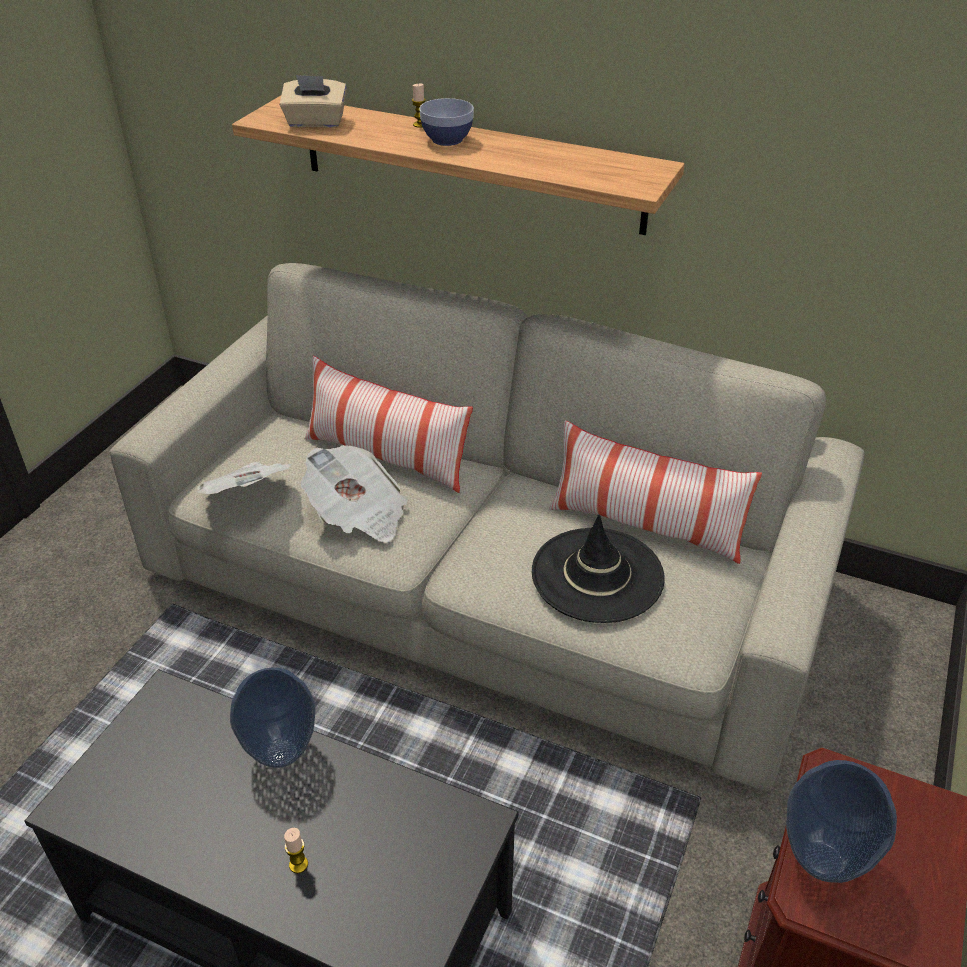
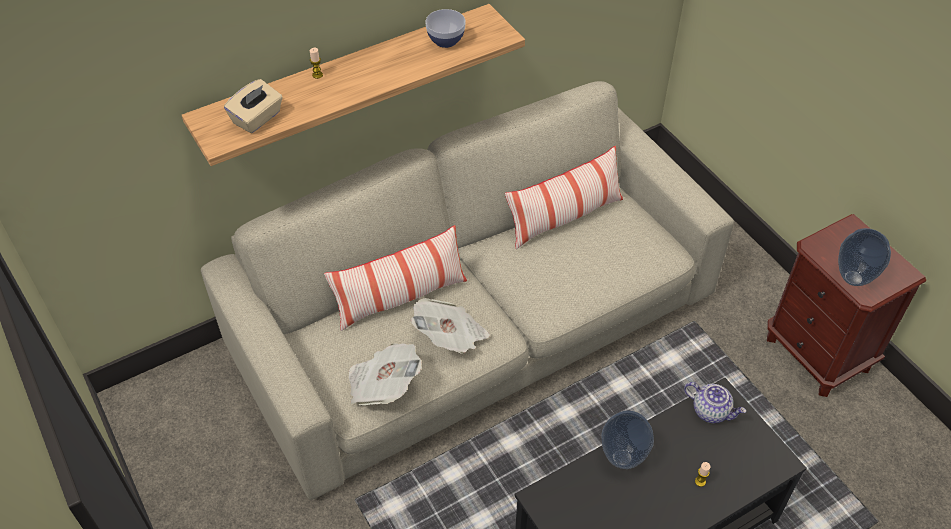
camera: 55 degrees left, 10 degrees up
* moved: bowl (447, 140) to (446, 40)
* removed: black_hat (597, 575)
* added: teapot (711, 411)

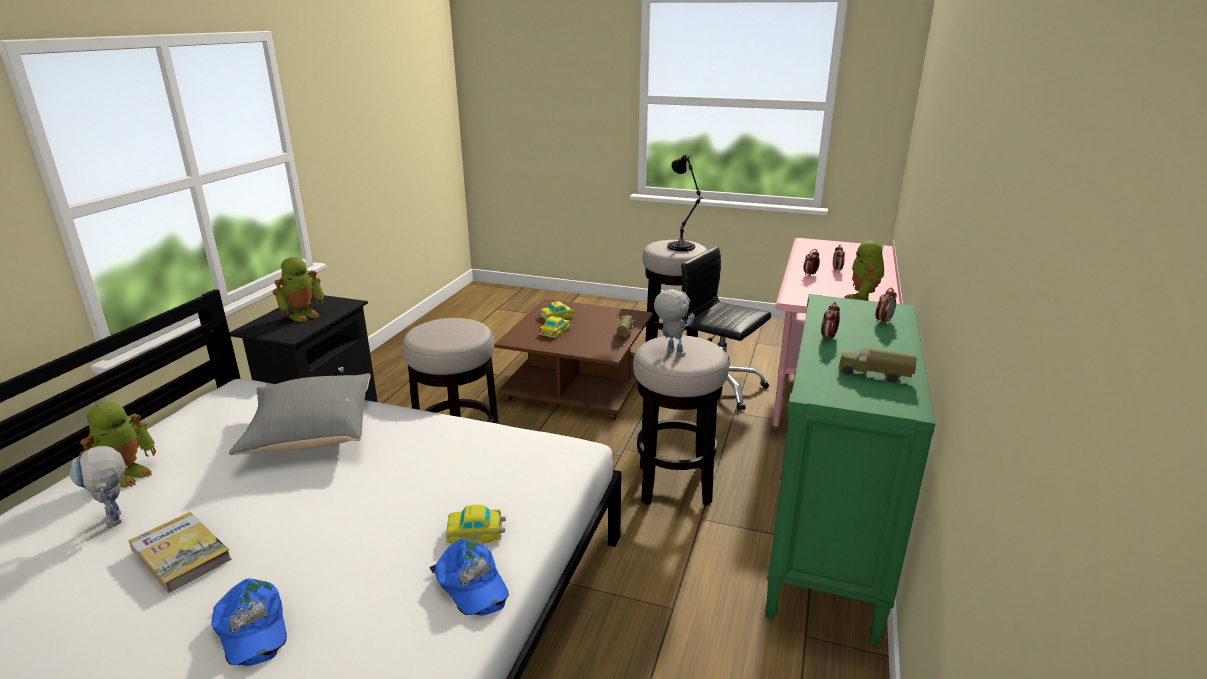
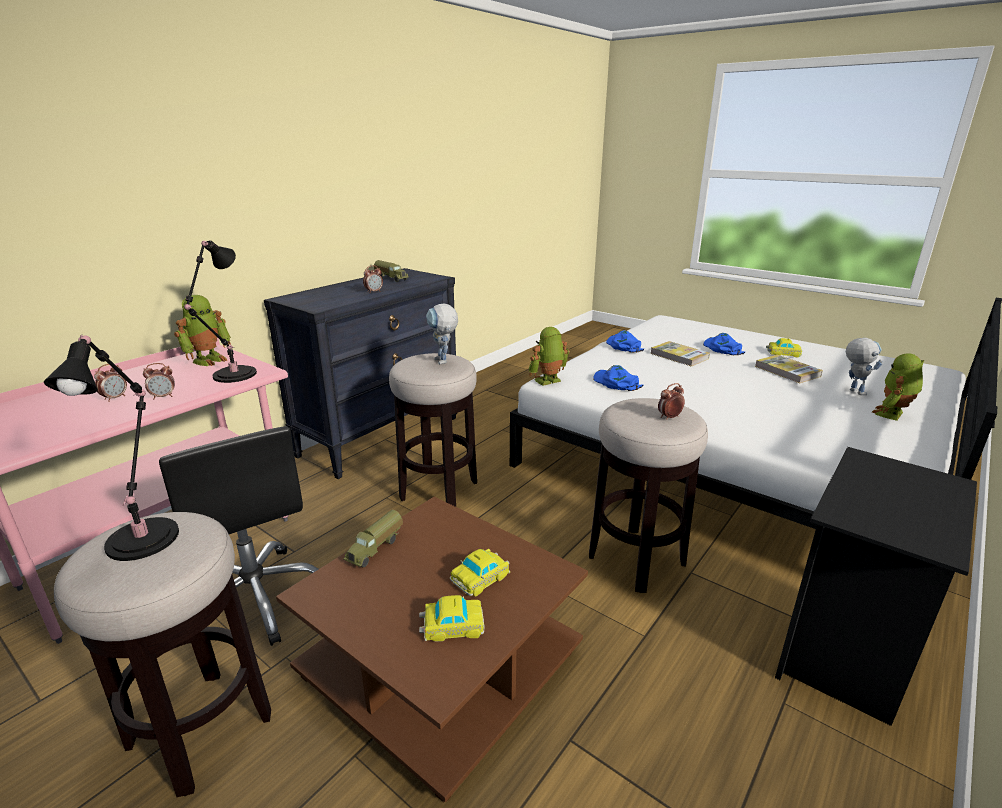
camera: 160 degrees left, 0 degrees up
* removed: grey_pillow (311, 433)
* moved: toy_robot (303, 315) to (548, 381)
* moved: toy_car (476, 532) to (783, 353)
* recoloured: green_dresser (827, 547) to black_dresser (380, 435)
* moved: alarm_clock (883, 321) to (669, 417)
* added: black_table_lamp (232, 376)
* added: blue_cap (616, 383)
* added: book (679, 356)

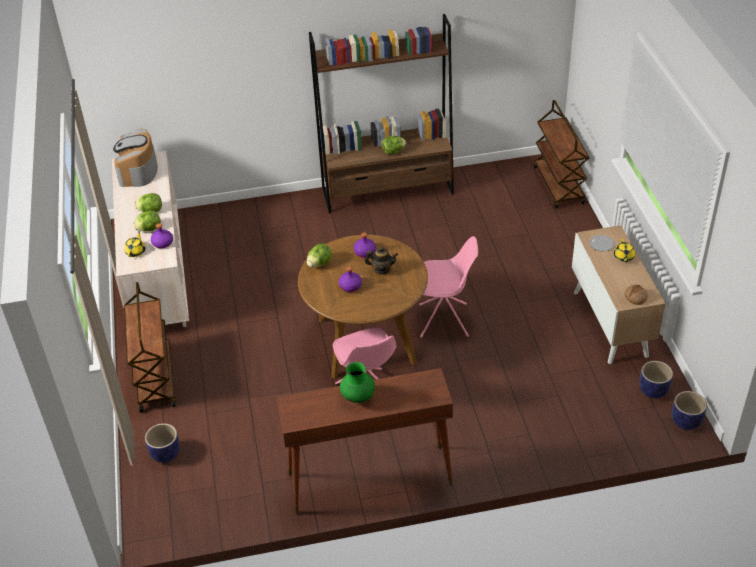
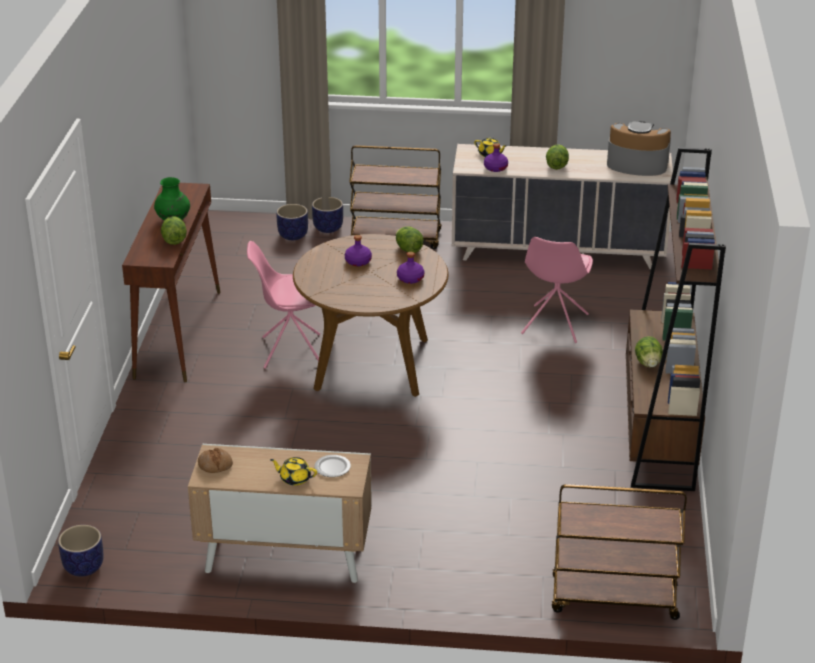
camera: 105 degrees right, 10 degrees down
* moved: lettuce (149, 229) to (174, 240)
* removed: teapot (382, 270)
* moved: pink_chair (445, 320) to (554, 325)
* moved: planter (653, 390) to (327, 228)

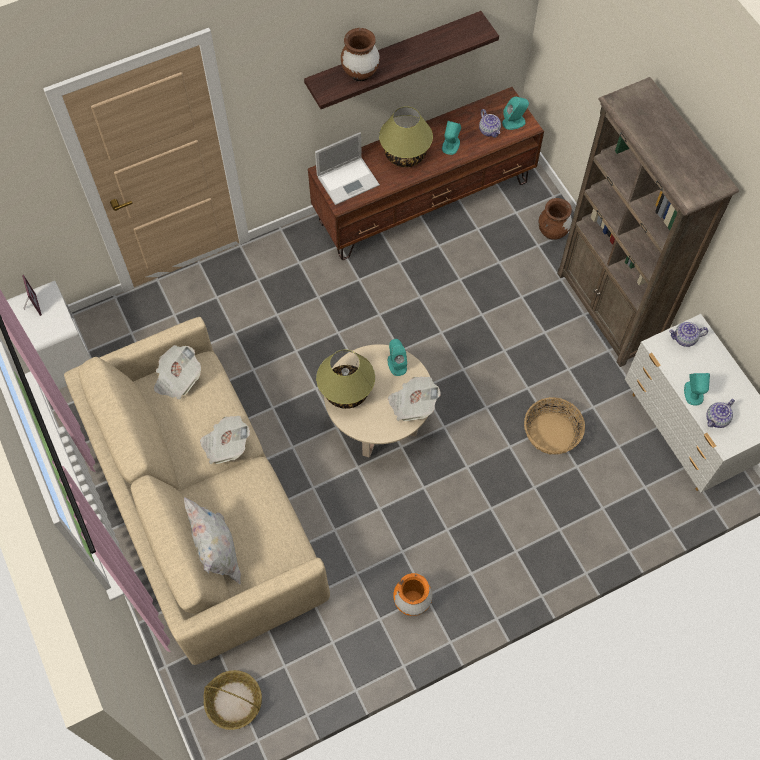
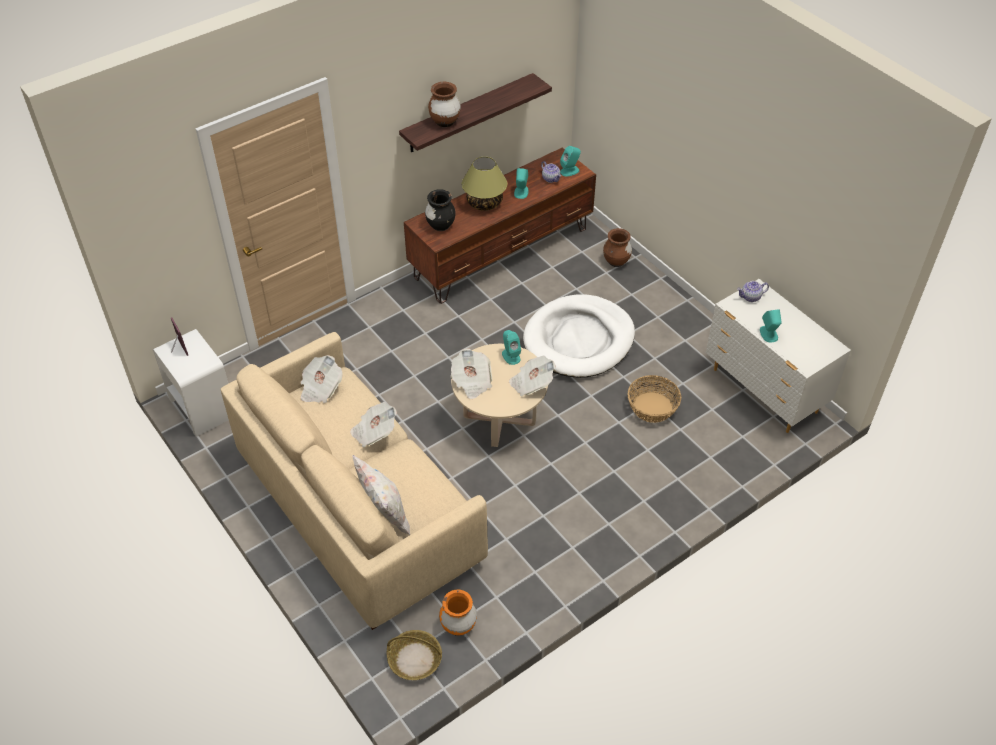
camera: 10 degrees left, 15 degrees down
* replaced: laptop (349, 180) to black_vase (440, 226)
* replaced: table_lamp (347, 391) to newspaper (472, 382)
* moved: orange_vase (412, 601) to (458, 626)
* removed: brown_bookcase (608, 311)
* removed: teapot (717, 419)
* added: white_dog_bed (579, 340)

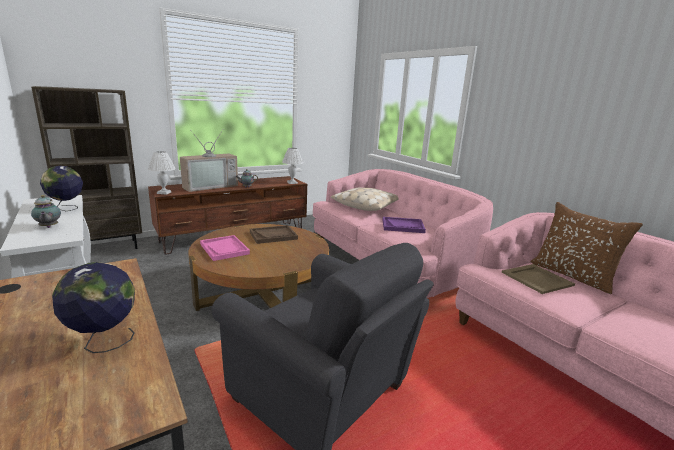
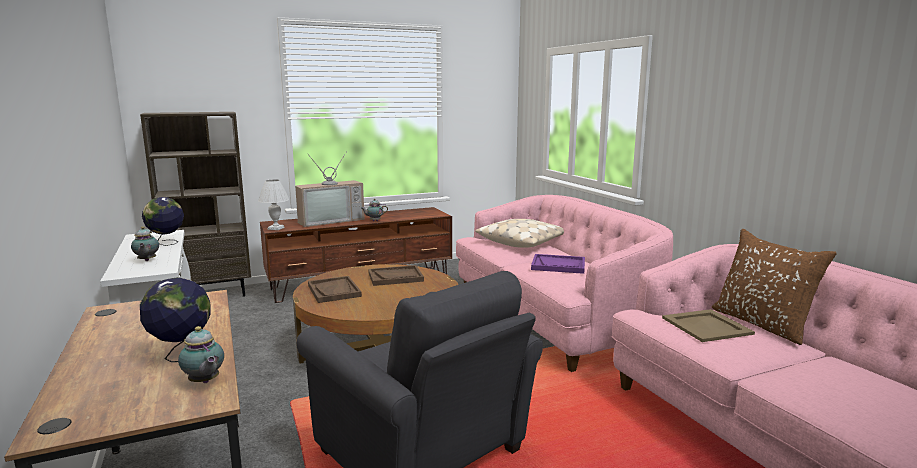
camera: 10 degrees right, 5 degrees down
* recoloured: pink_tray (224, 249) to brown_tray (334, 291)
* removed: white_table_lamp (292, 183)
* added: teapot (204, 382)

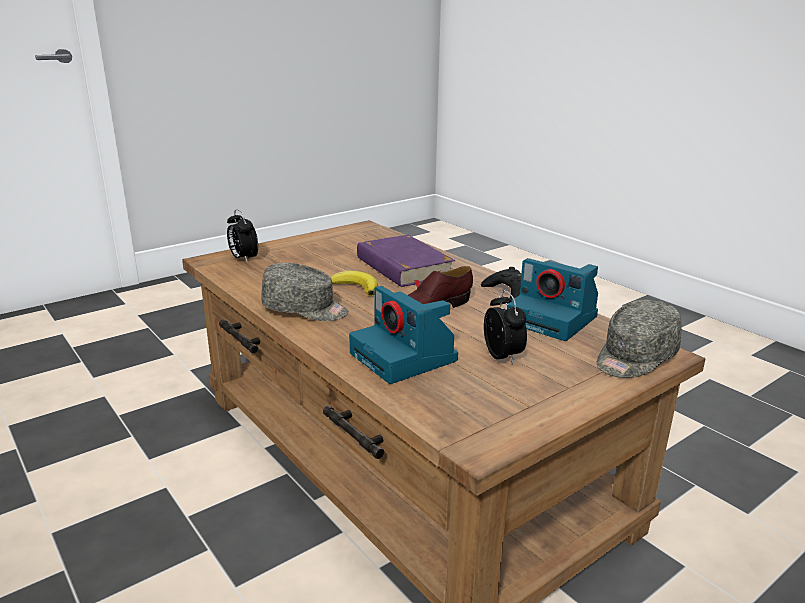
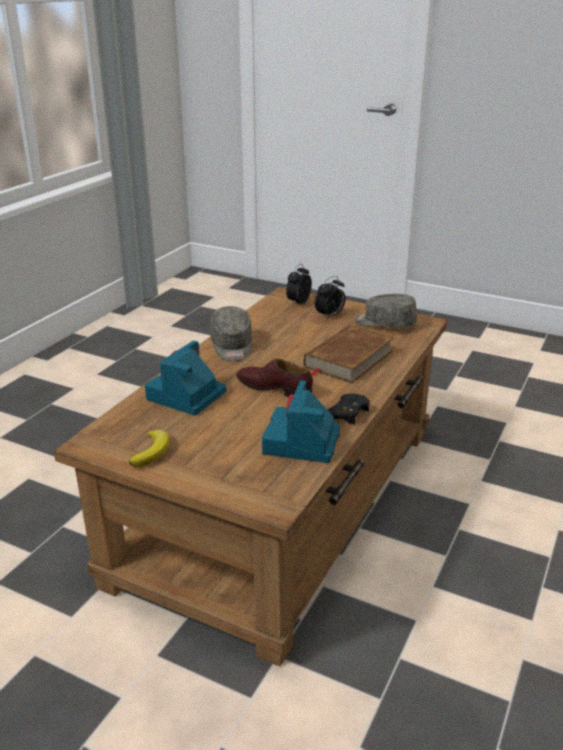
camera: 65 degrees right, 5 degrees up
* moved: banana (354, 287) to (152, 451)
* recoloured: purple_book (403, 267) to brown_book (348, 359)
* moved: alarm_clock (503, 357) to (330, 316)
* moved: grey_cap (634, 358) to (384, 323)

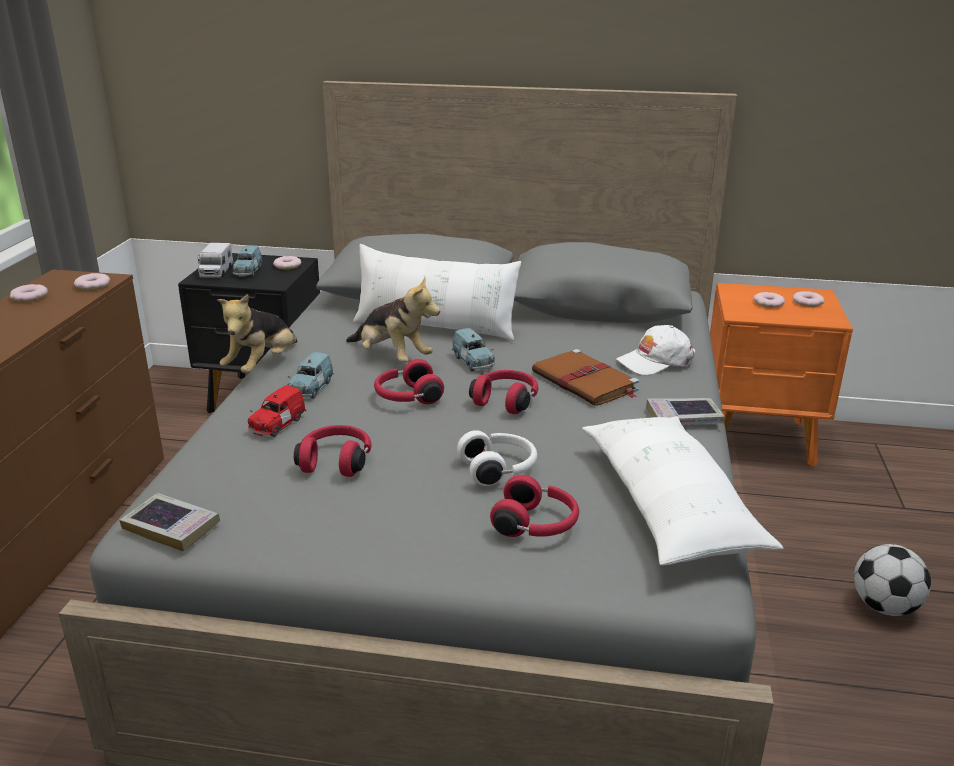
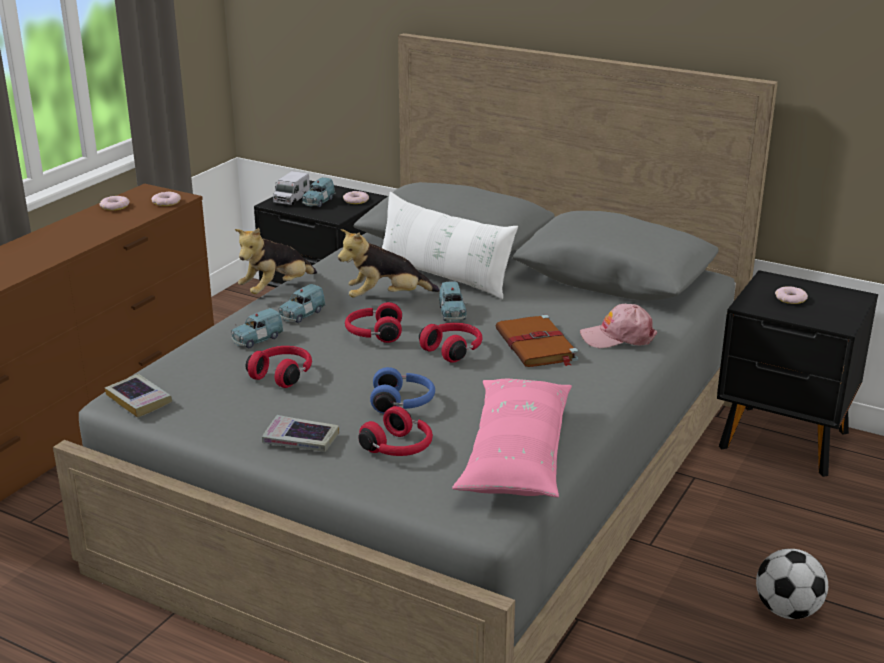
camera: 20 degrees right, 0 degrees up
* recoloured: red_toy_car (277, 425) to blue_toy_car (257, 339)
* turned: plush_toy (392, 357) = (386, 298) 105 degrees clockwise
* recoloured: white_headphones (499, 469) to blue_headphones (403, 403)
* recoloured: white_pillow (667, 505) to pink_pillow (516, 454)
* recoloured: white_cap (655, 361) to pink_cap (618, 337)
* moved: book (683, 418) to (300, 440)
* recoloured: orange_nightstand (759, 440) to black_nightstand (785, 441)
* removed: donut (807, 302)

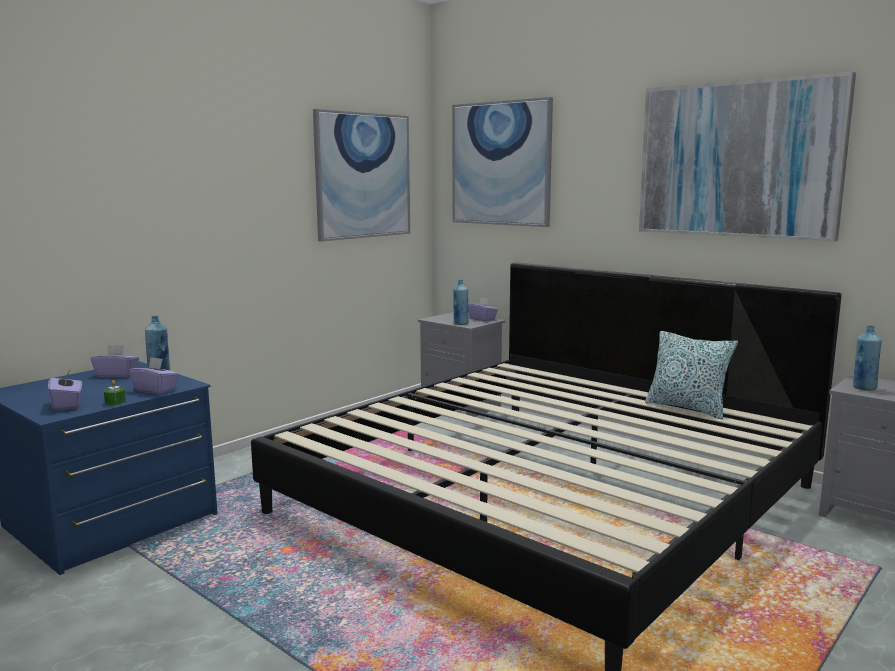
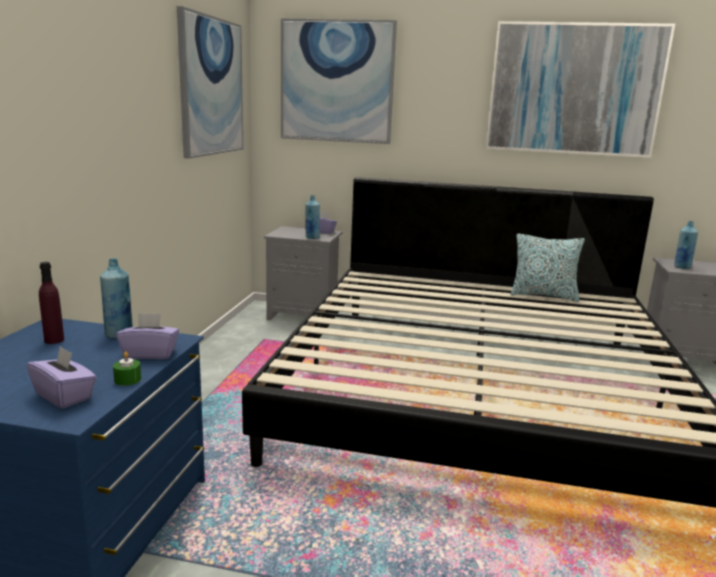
camera: 30 degrees left, 5 degrees up
* replaced: purple_tissue_box (117, 375) to purple_bottle (54, 340)

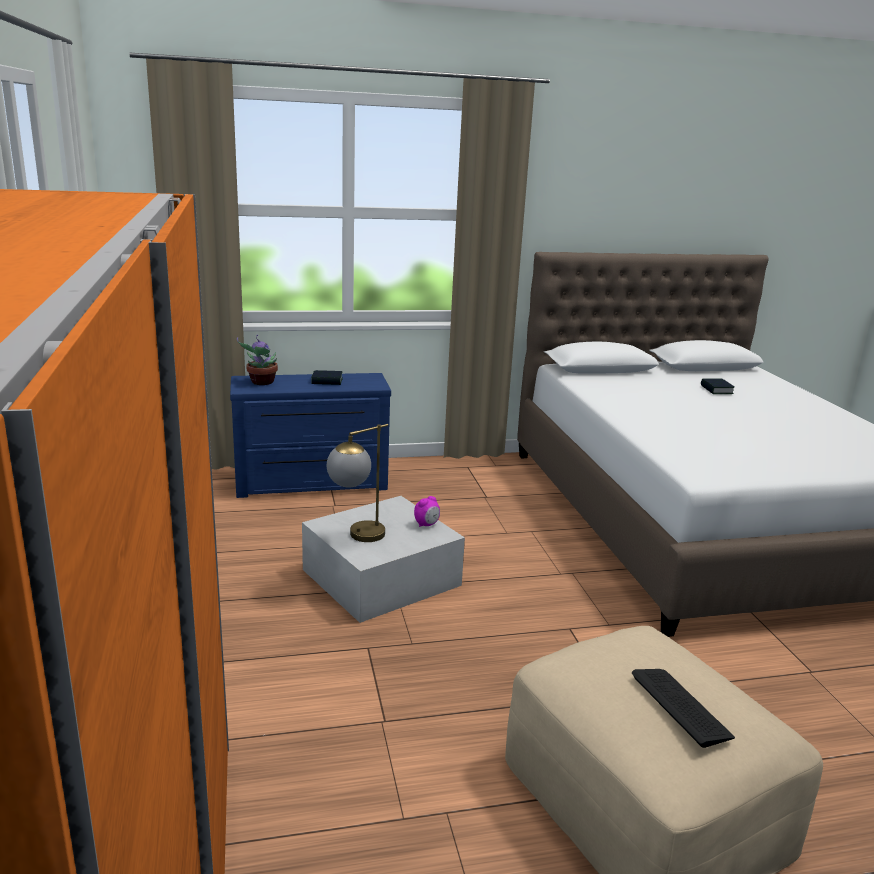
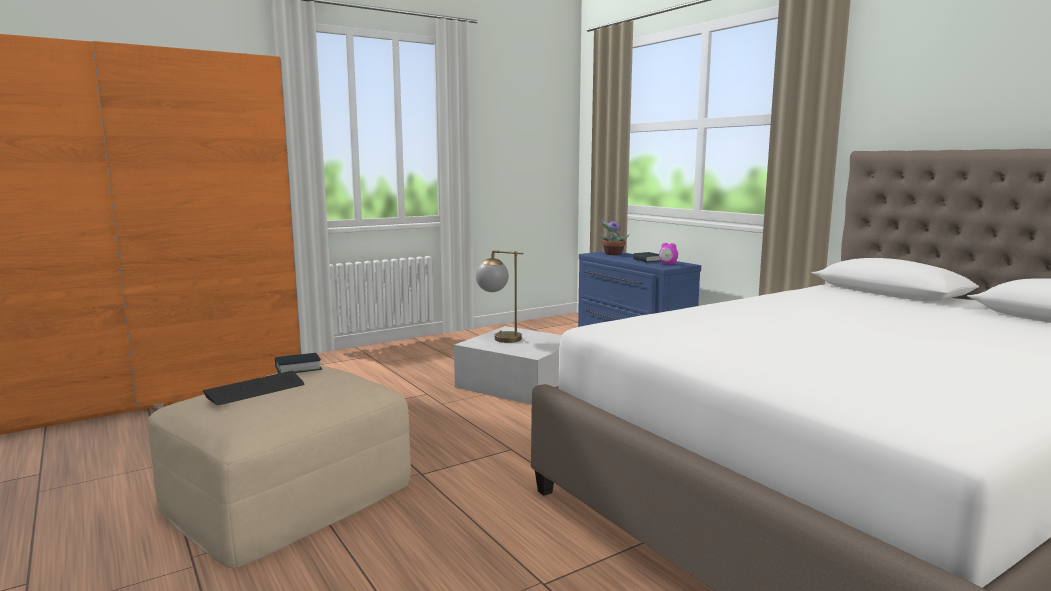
camera: 70 degrees right, 10 degrees down
* moved: alarm_clock (427, 524) to (668, 264)
* moved: book (716, 390) to (298, 368)

